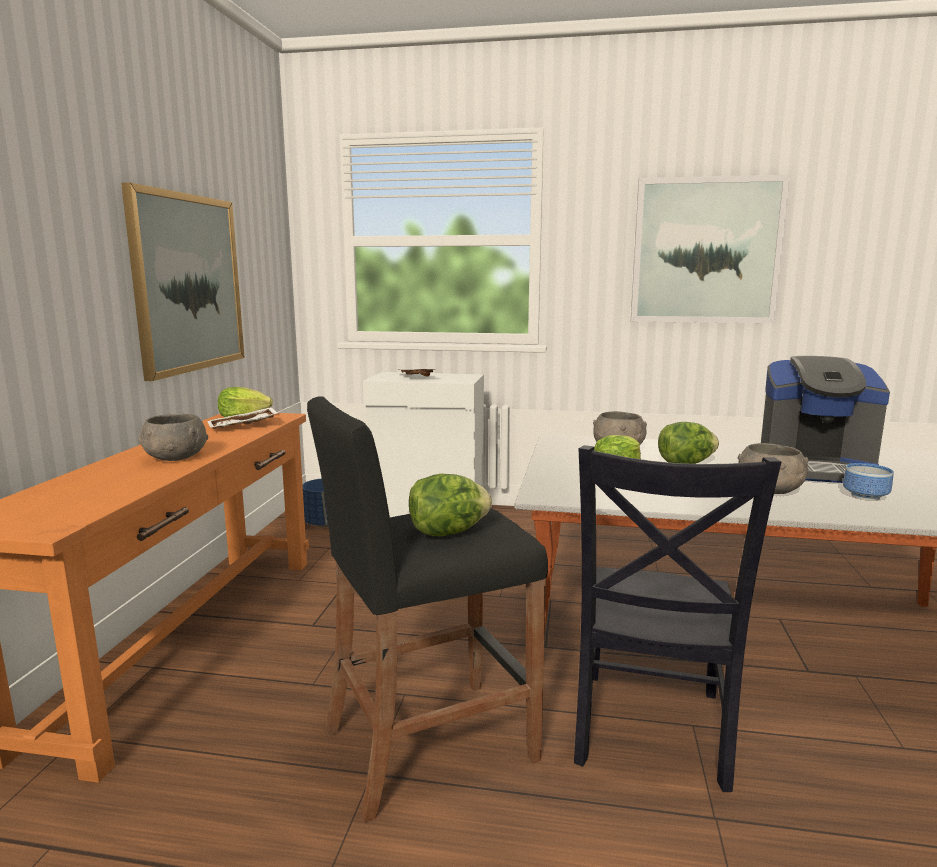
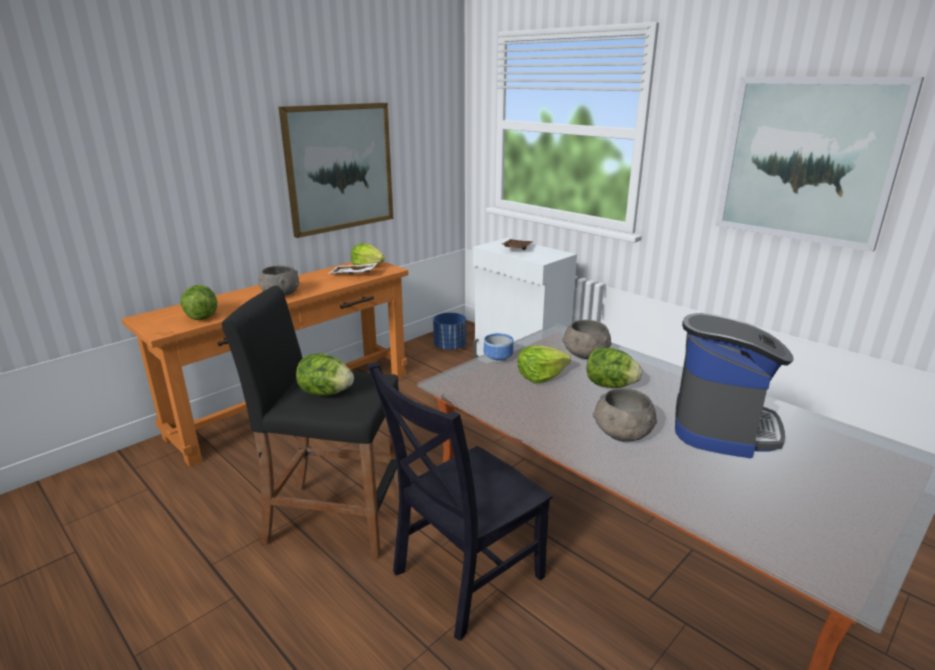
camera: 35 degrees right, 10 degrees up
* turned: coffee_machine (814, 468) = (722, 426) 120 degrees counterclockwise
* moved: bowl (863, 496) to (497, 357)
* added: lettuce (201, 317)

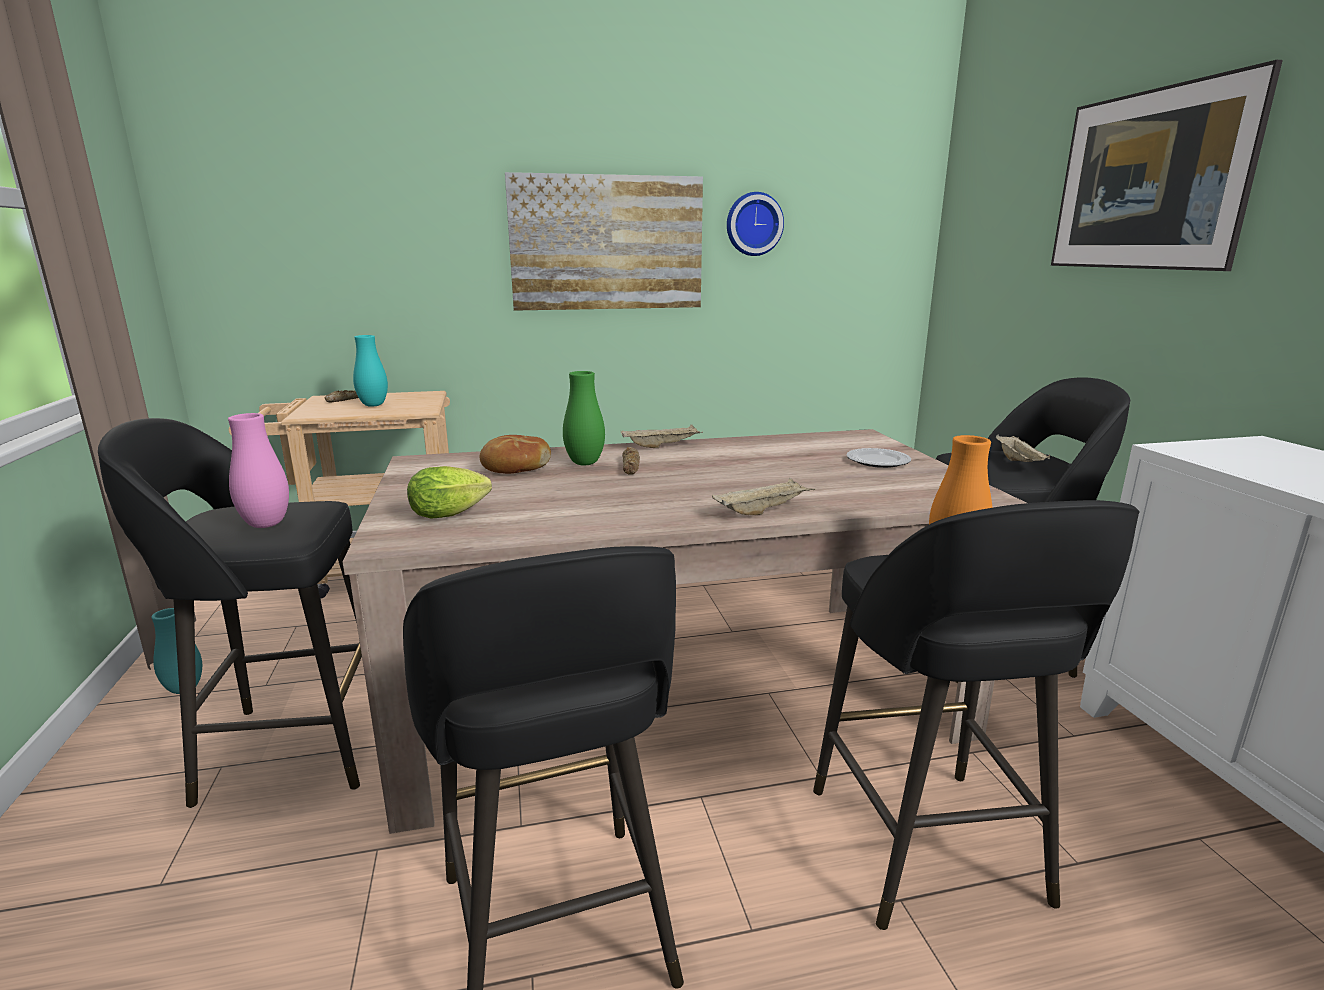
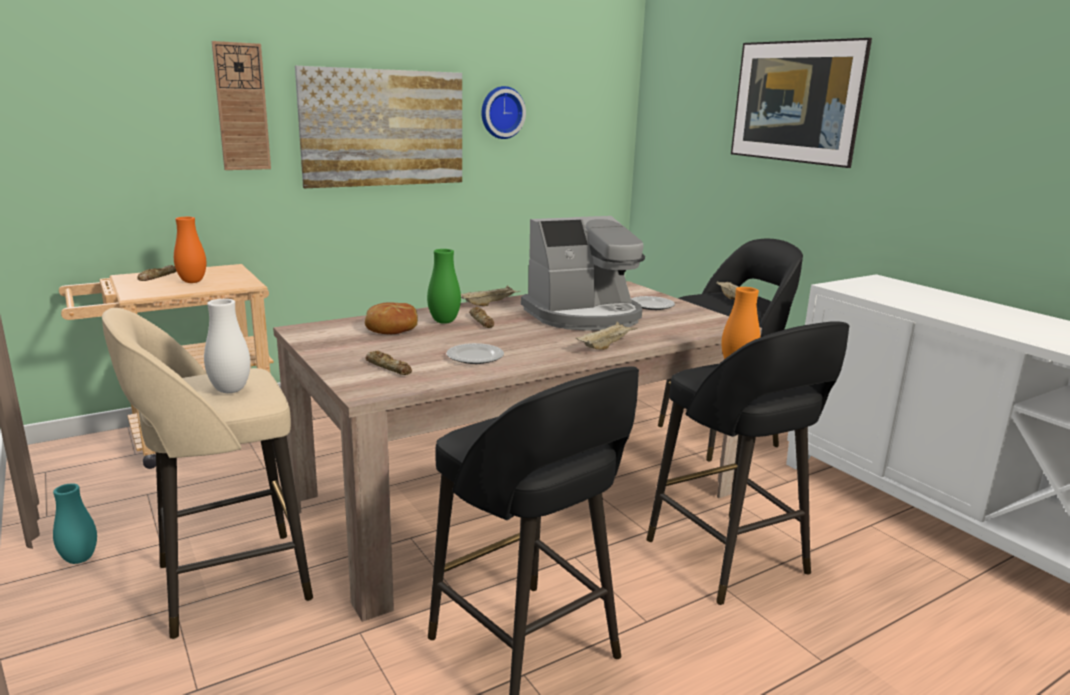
camera: 20 degrees left, 0 degrees up
* recoloured: black_stool (290, 747) to beige_stool (228, 583)
* recoloured: pink_vase (266, 524) to white_vase (230, 390)
* recoloured: turquoise_vase (373, 405) to orange_vase (192, 281)
* replaced: lettuce (453, 513) to bread (388, 367)
* added: wall_clock (242, 107)
* added: plate (474, 357)
* added: coffee_machine (584, 316)

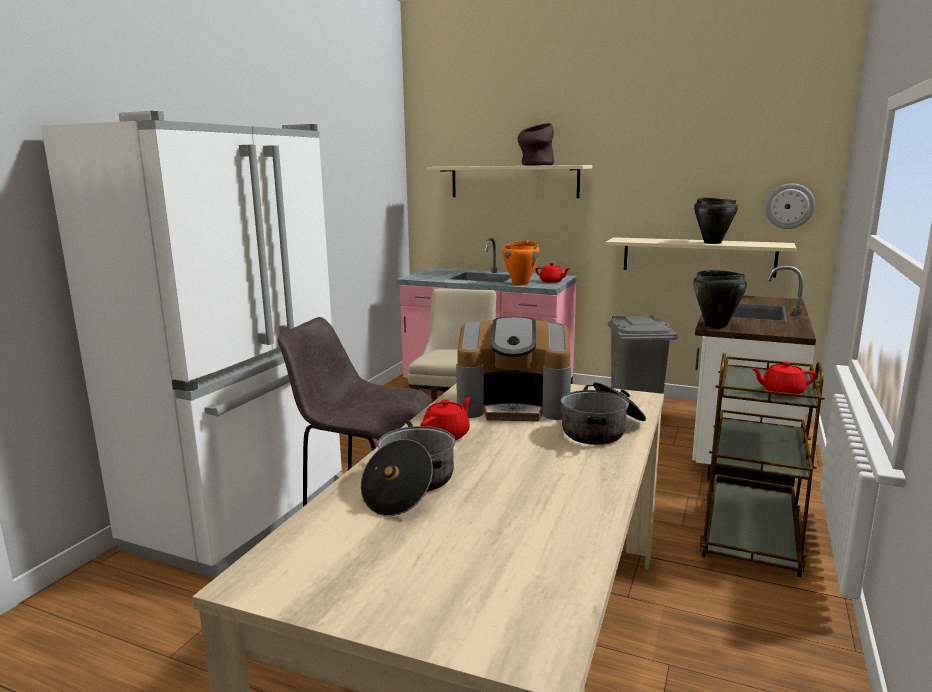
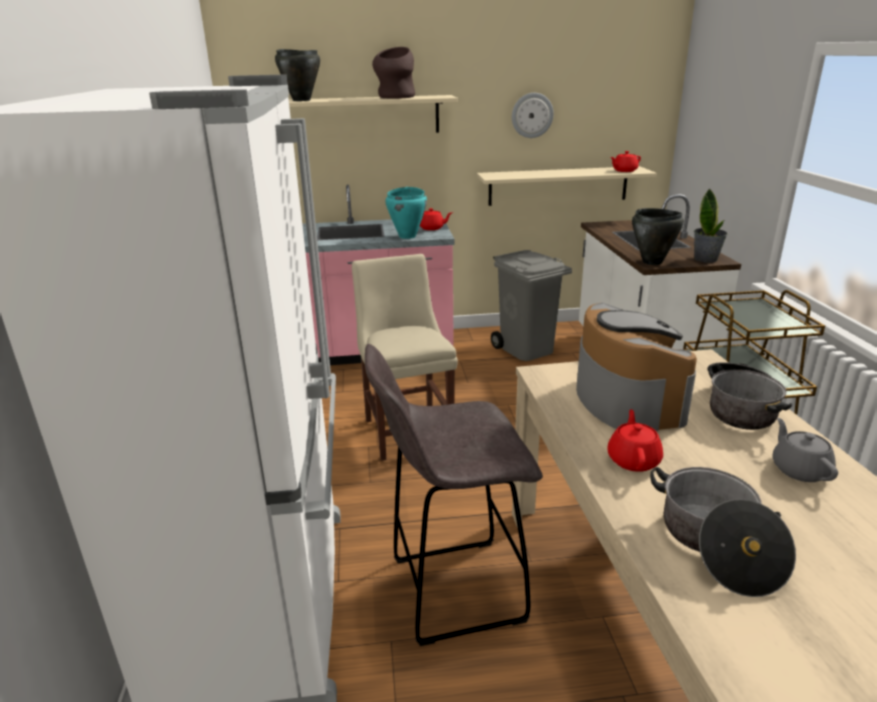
camera: 30 degrees left, 10 degrees up
* turned: coffee_machine (514, 405) = (626, 399) 75 degrees counterclockwise
* recoloured: orange_cooking_pot (521, 284) to turquoise_cooking_pot (408, 236)
* moved: black_cooking_pot (712, 242) to (301, 100)
* moved: red_teapot (781, 392) to (624, 171)
* moved: wall_clock (789, 206) to (532, 115)
* added: potted_plant (706, 259)
* added: grey_teapot (799, 470)

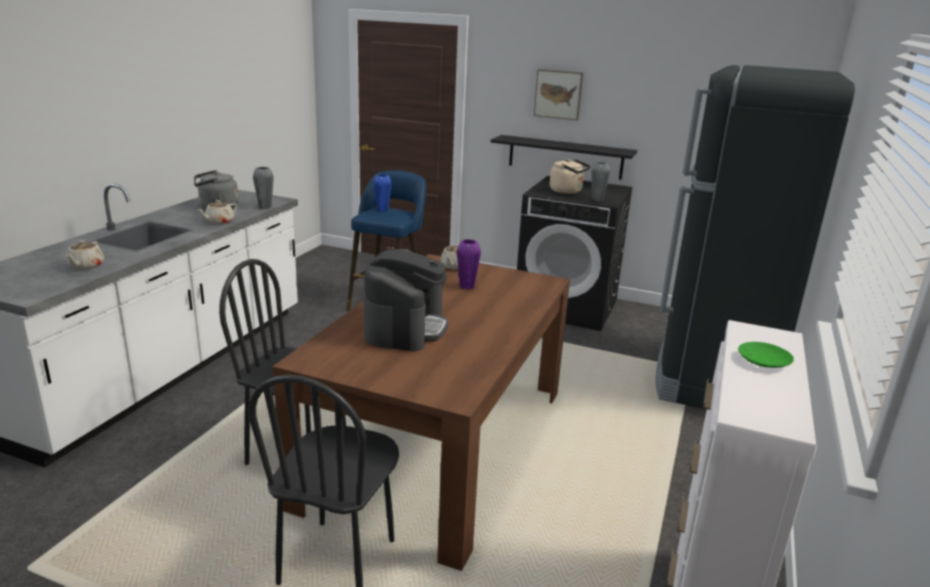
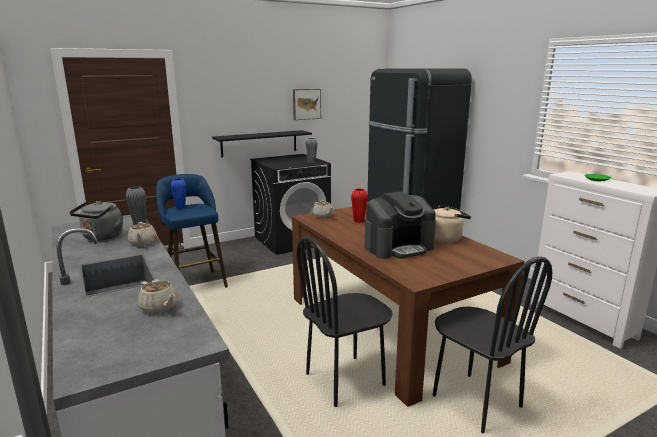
camera: 50 degrees left, 5 degrees down
* turned: coffee_machine (405, 327) = (398, 247) 105 degrees clockwise
* recoloured: purple_vase (467, 286) to red_vase (358, 221)
* moved: picture (558, 94) to (306, 104)
* moved: beige_kettle (568, 191) to (446, 238)

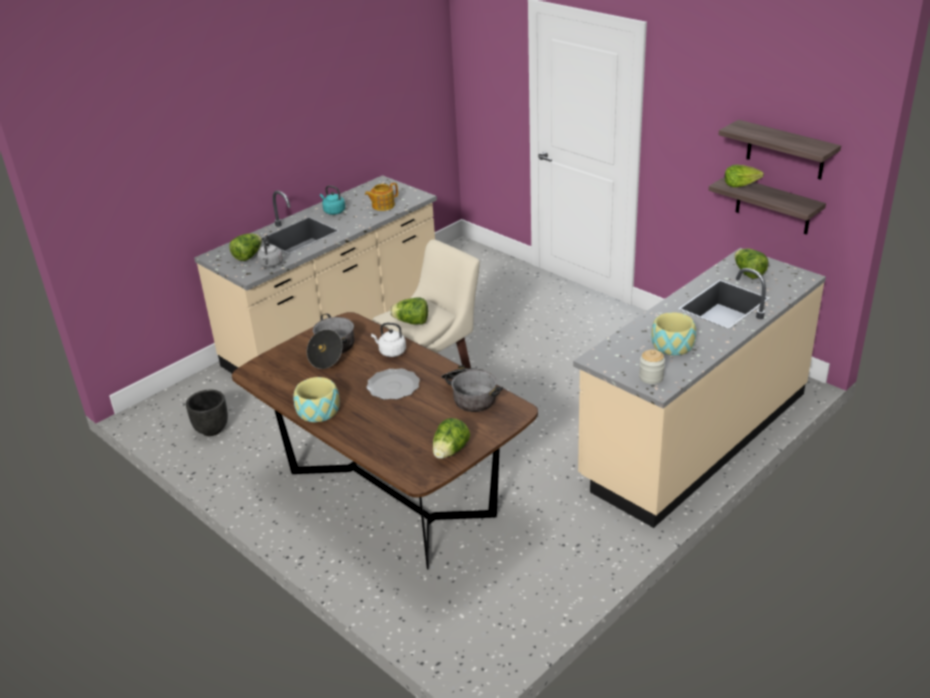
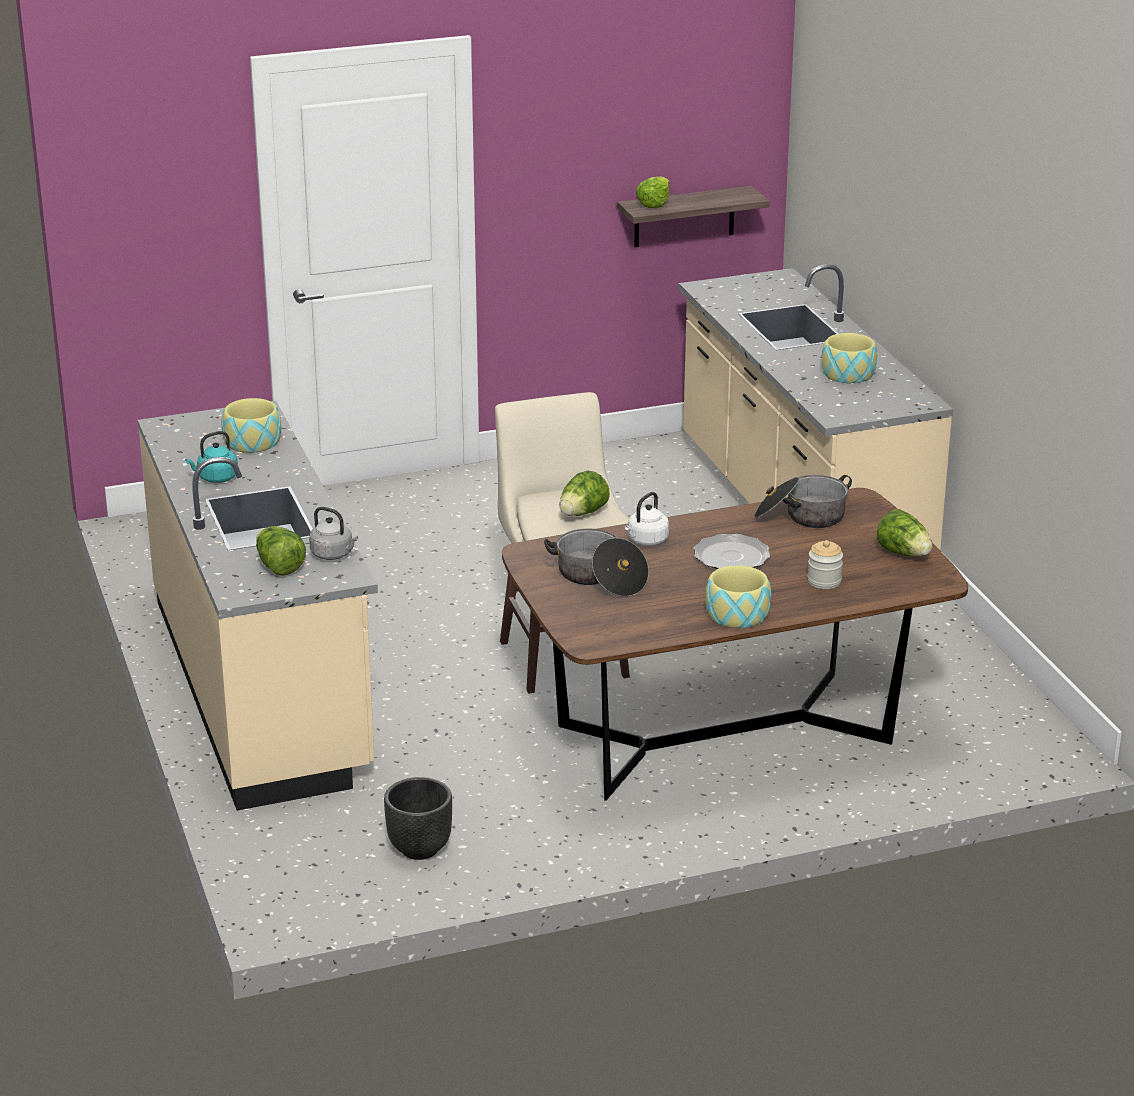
camera: 65 degrees left, 5 degrees down
* replaced: teapot (382, 206) to bowl (252, 441)
* moved: jar (651, 377) to (824, 581)
* removed: shelf (785, 150)
* removed: lettuce (748, 273)

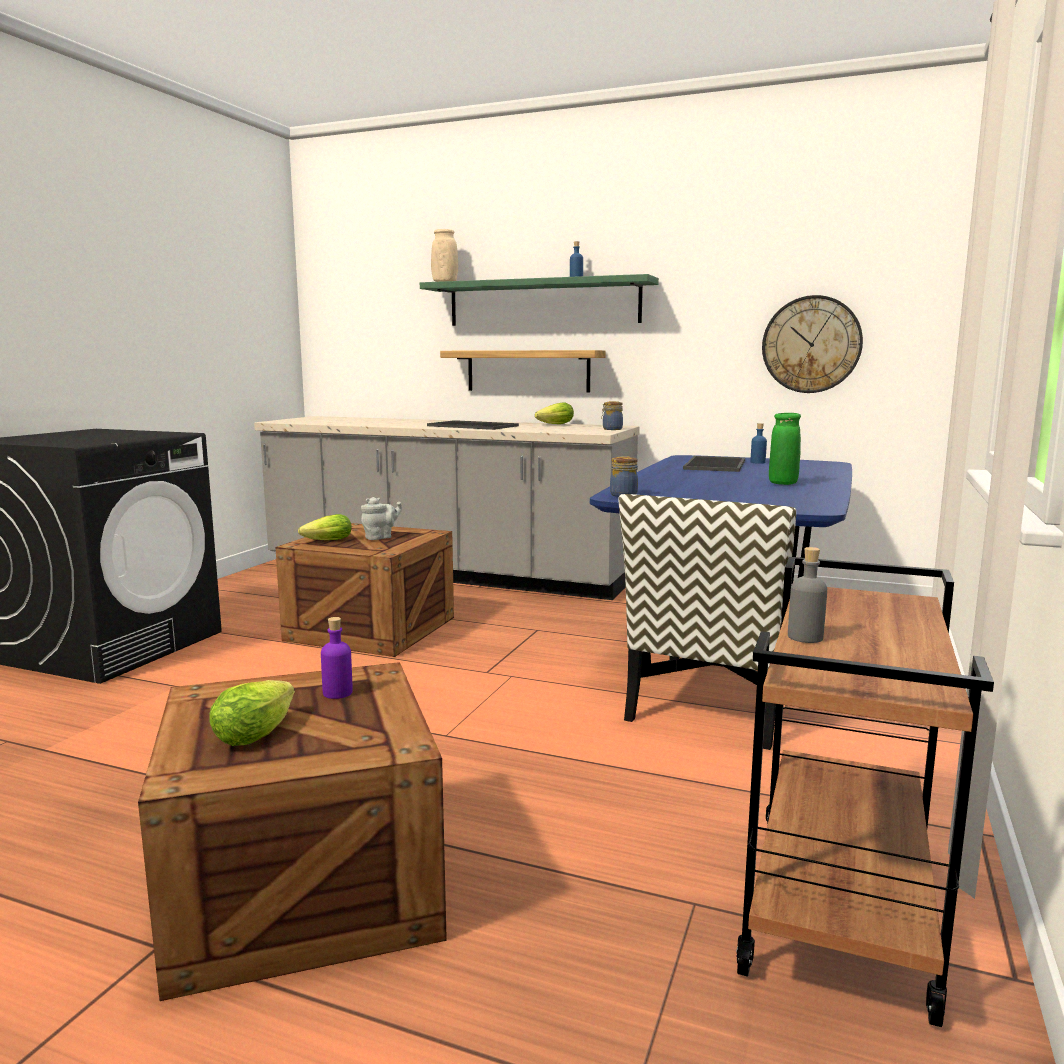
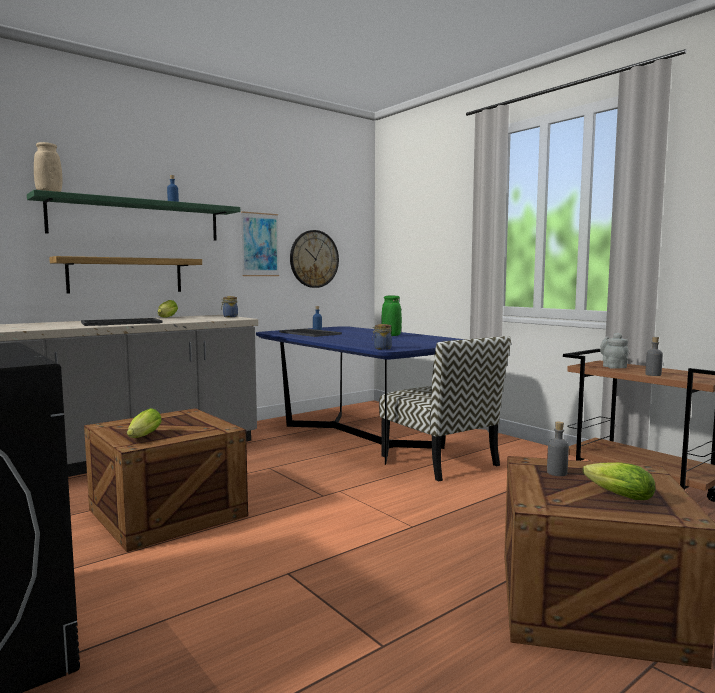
camera: 60 degrees left, 5 degrees down
* recoloured: purple_bottle (337, 693) to grey_bottle (557, 473)
* moved: grey_teapot (380, 537) to (613, 367)
* added: picture (260, 244)

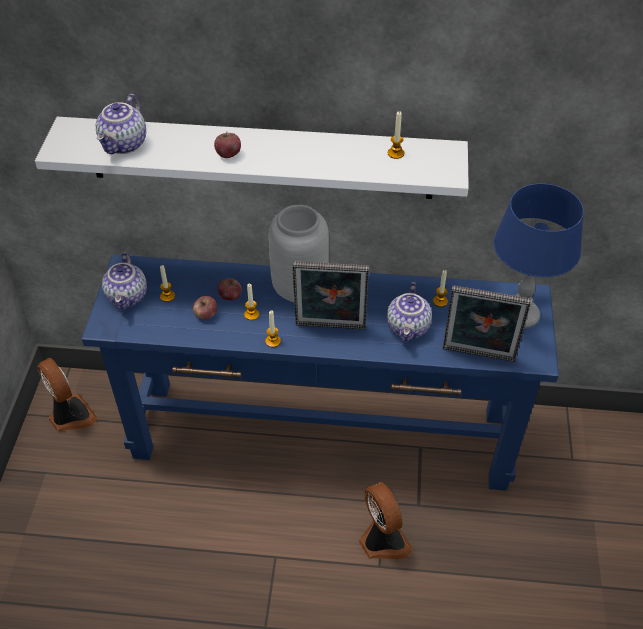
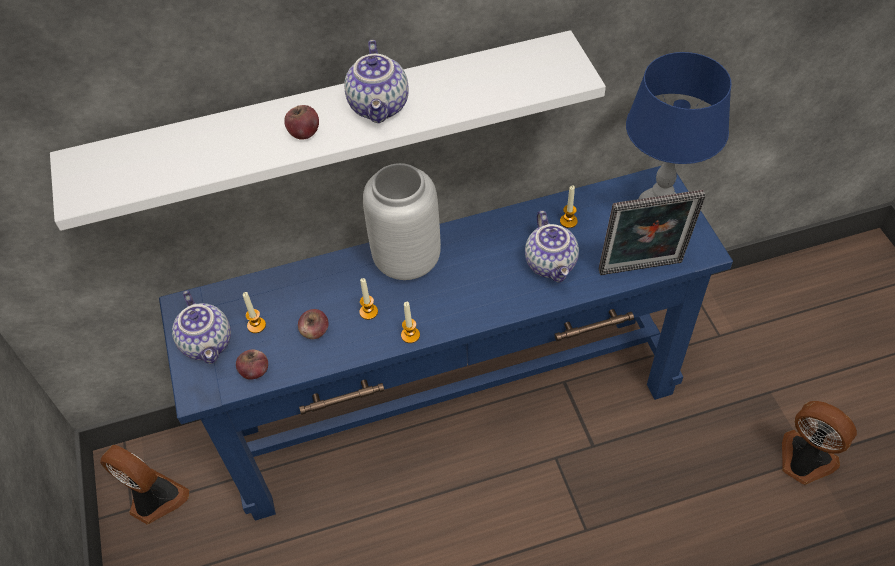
camera: 20 degrees left, 5 degrees up
* moved: teapot (125, 145) to (380, 107)
* moved: apple (230, 296) to (255, 371)
* removed: picture_frame (330, 328)
* moved: fan (382, 541) to (804, 461)
* removed: candle (395, 153)

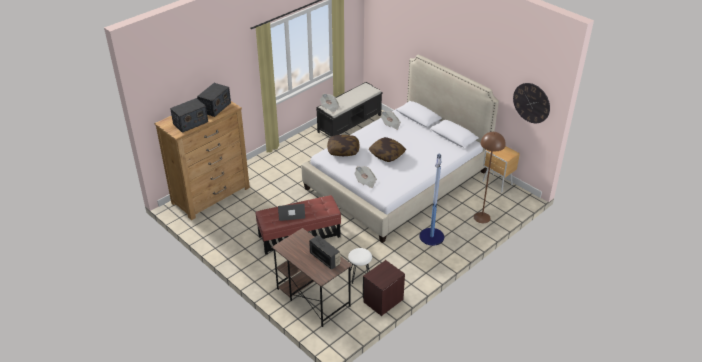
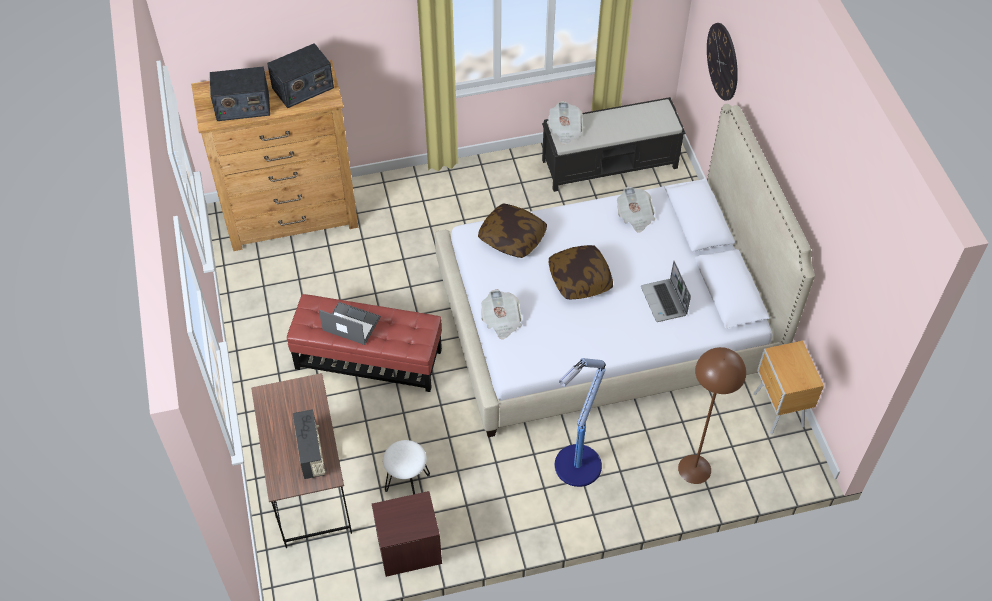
camera: 30 degrees right, 15 degrees up
* moved: wall_clock (531, 103) to (722, 61)
* added: laptop (664, 301)

